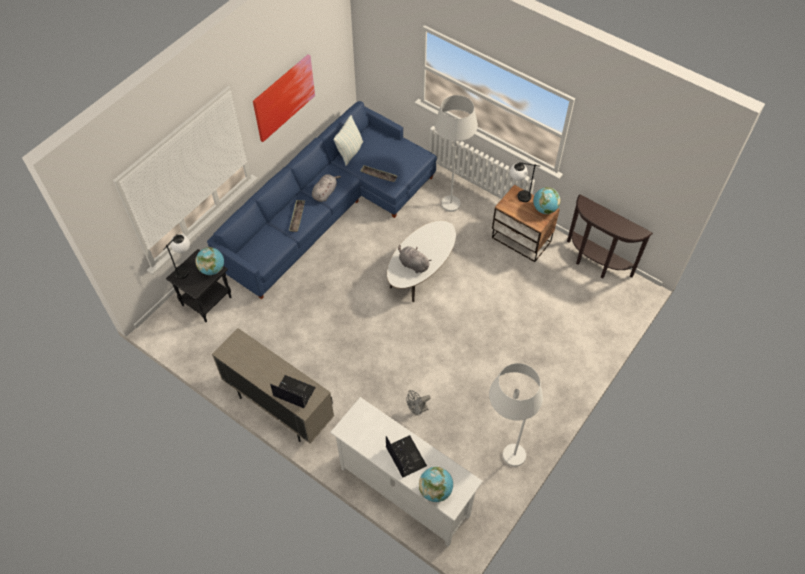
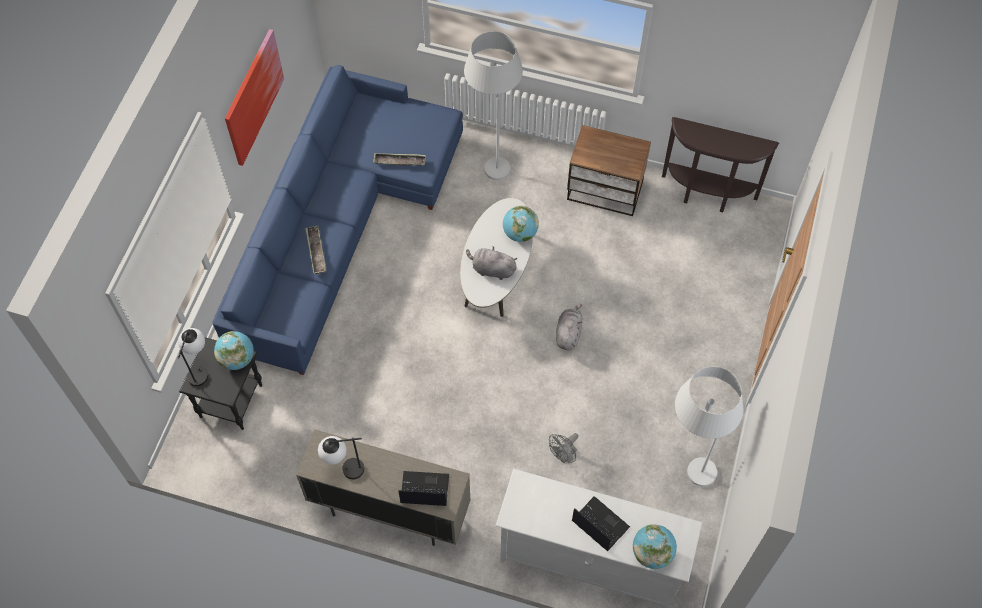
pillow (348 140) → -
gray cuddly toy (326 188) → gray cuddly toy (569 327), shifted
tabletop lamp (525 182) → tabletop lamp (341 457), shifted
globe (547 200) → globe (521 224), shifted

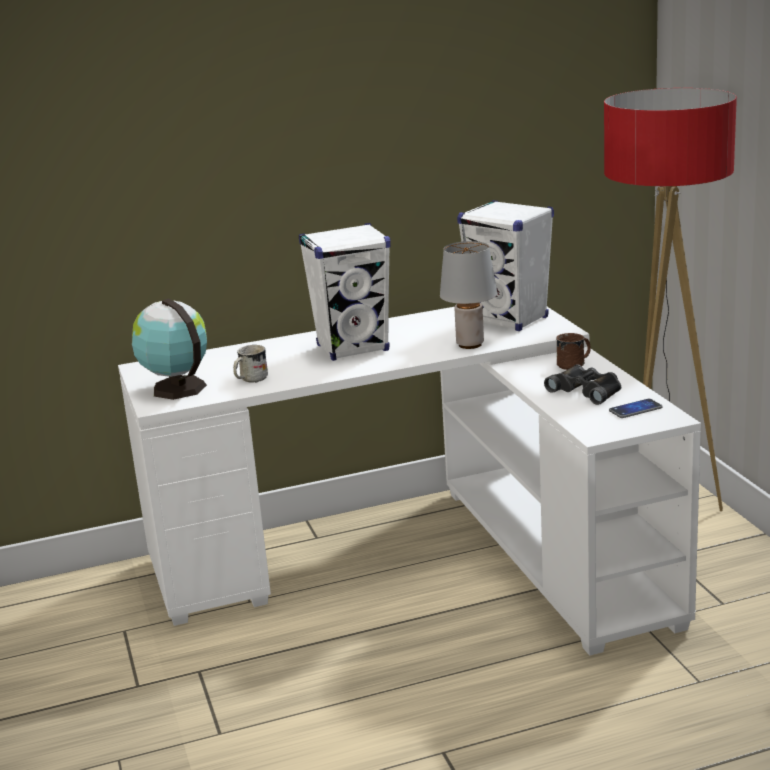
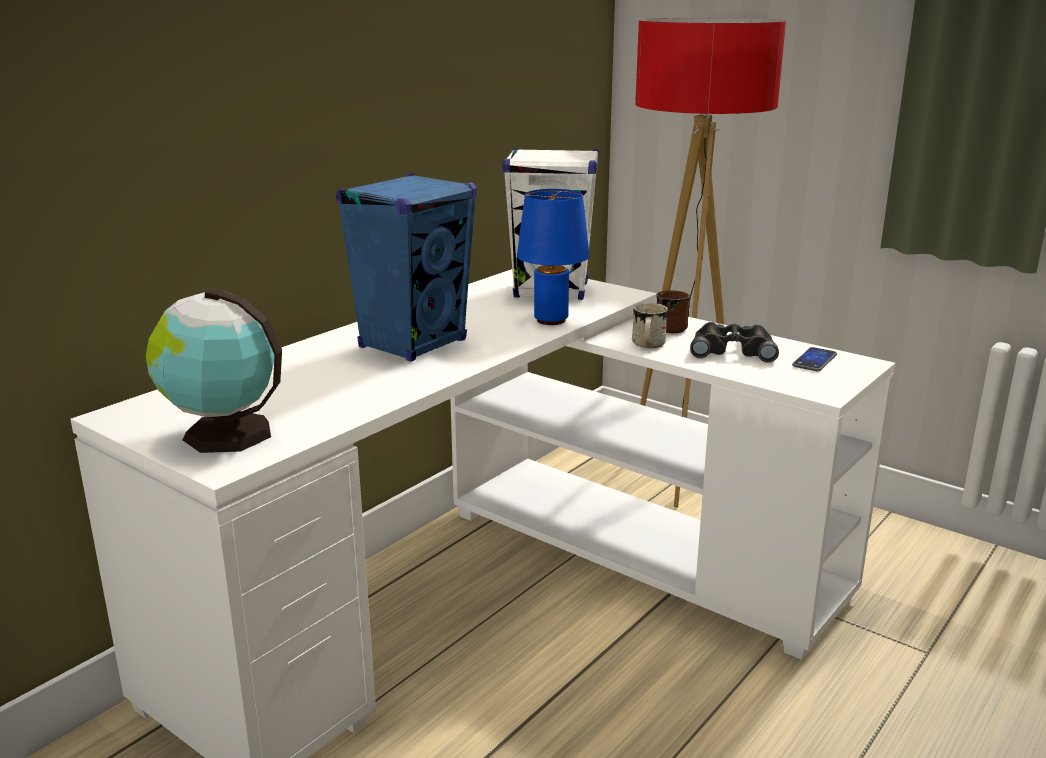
white-coloured coffee mug (250 364) → white-coloured coffee mug (650 325), shifted
white-coloured loudspeaker (345 292) → bluish loudspeaker (406 267)
gray tabletop lamp (468 295) → bluish tabletop lamp (553 257)

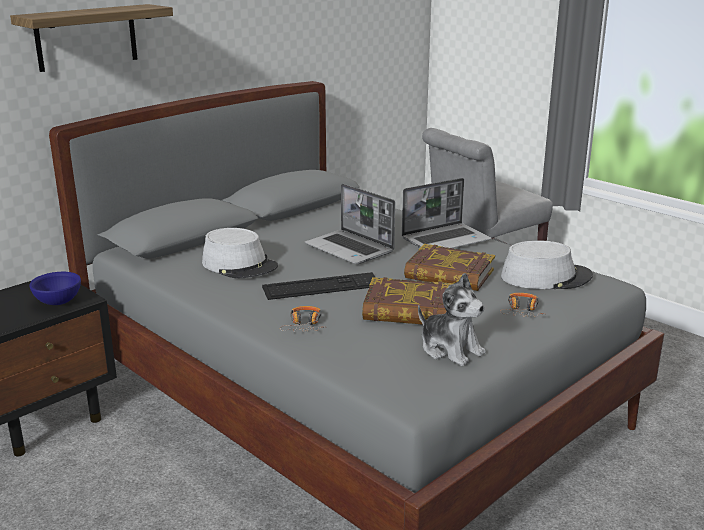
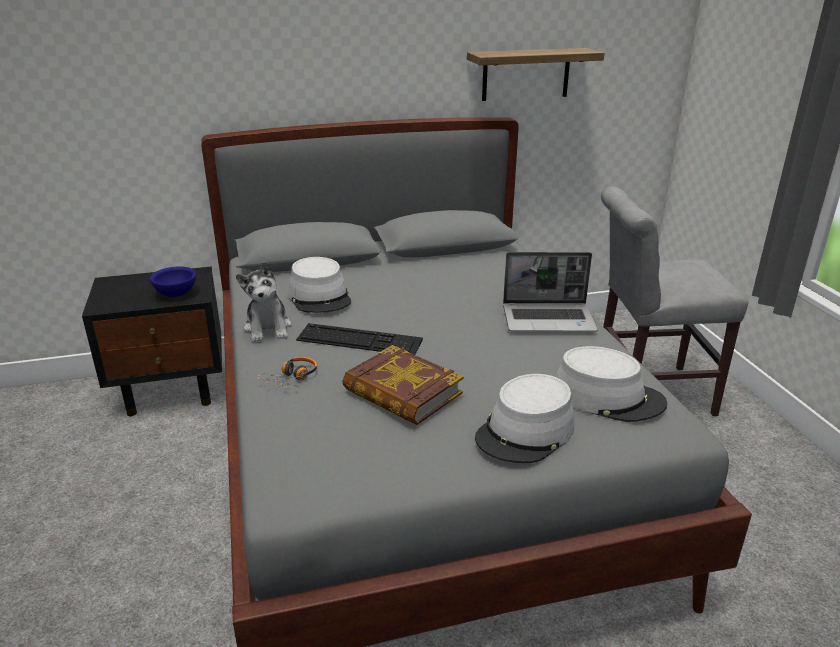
portable computer (349 224) → -
book (449 267) → -
shelf (91 38) → shelf (536 74), shifted
cuddly toy (452 319) → cuddly toy (264 302), shifted
headphones (522 305) → gray clothing hat (525 418)

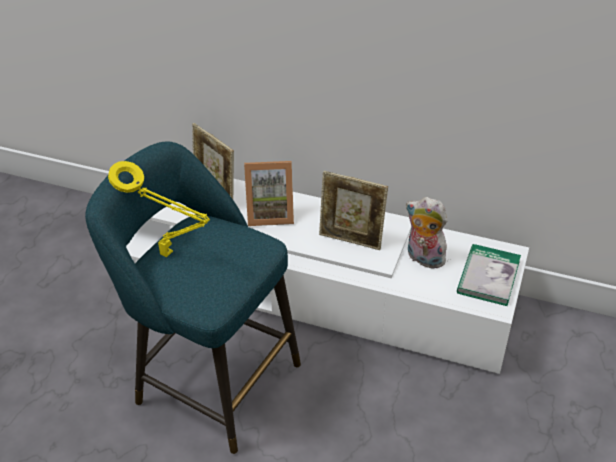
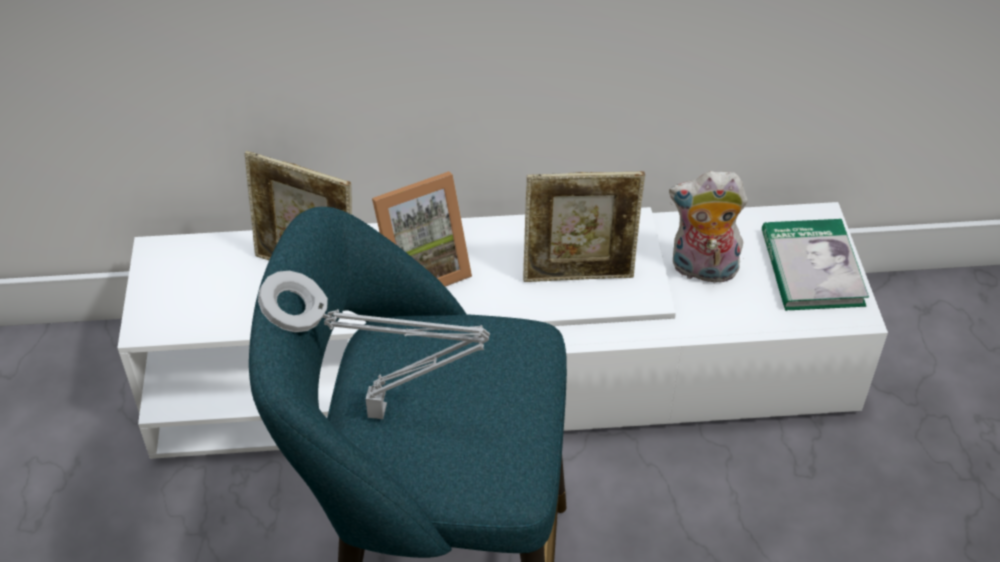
yellow tabletop lamp (159 209) → gray tabletop lamp (374 345)

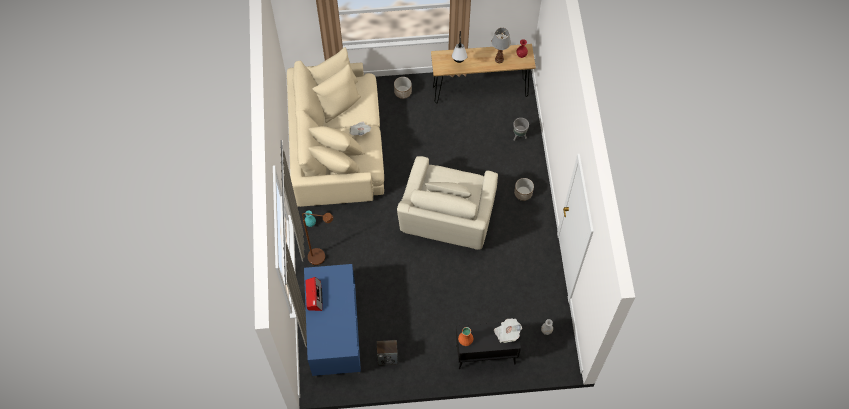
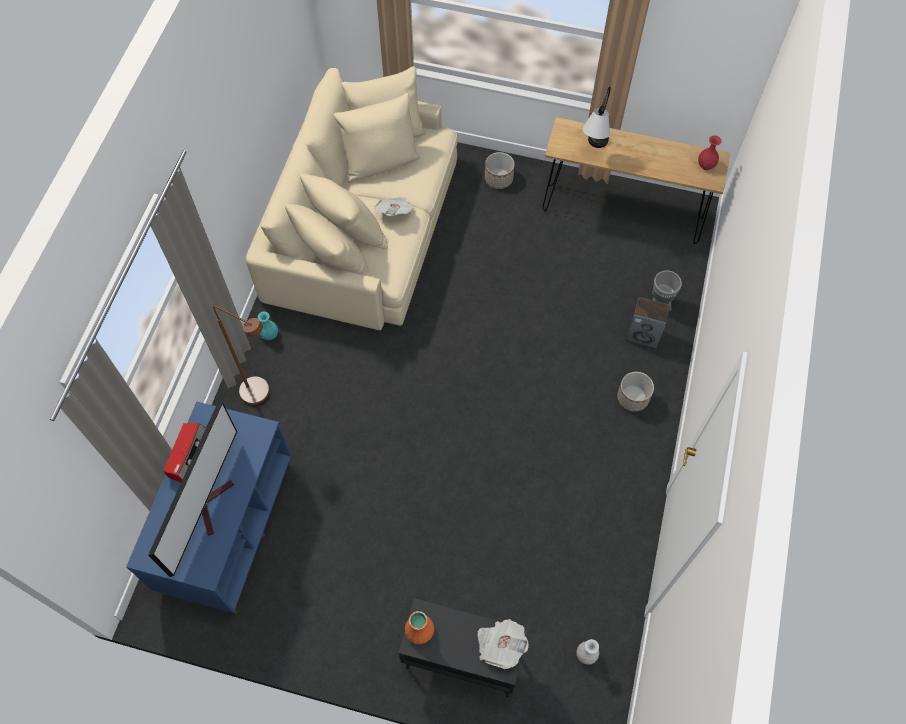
sand-coloured armchair (447 203) → -
tabletop lamp (501 45) → -
- → TV set (192 487)
loudspeaker (387 352) → loudspeaker (648 322), shifted

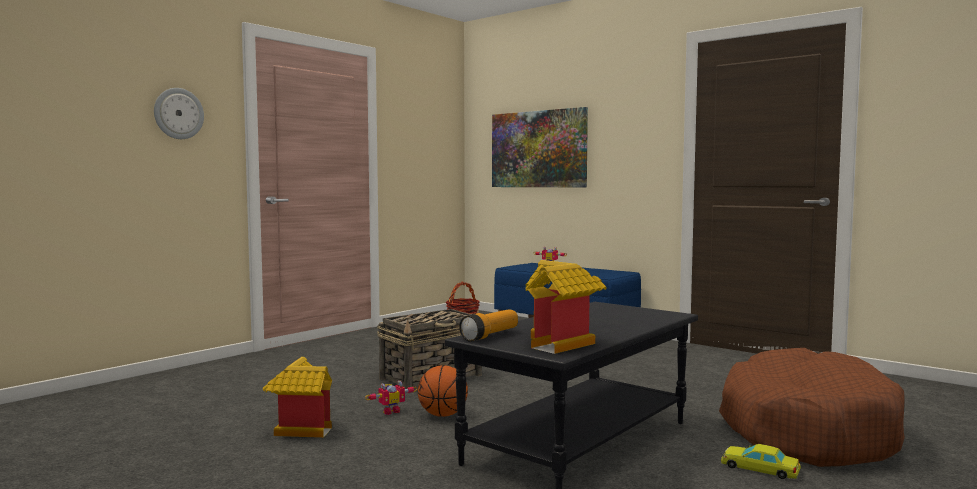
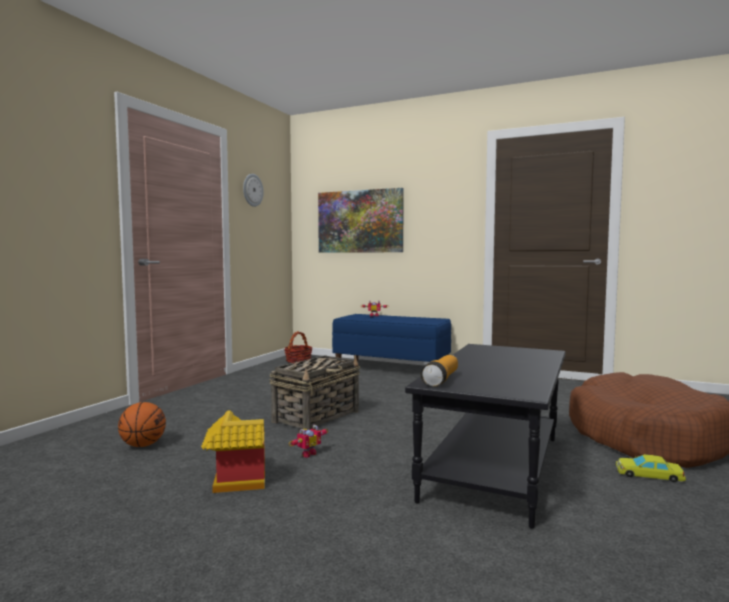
model house (566 307) → -
clock on the wall (179 113) → clock on the wall (253 190), shifted
basketball ball (443 391) → basketball ball (142 424), shifted

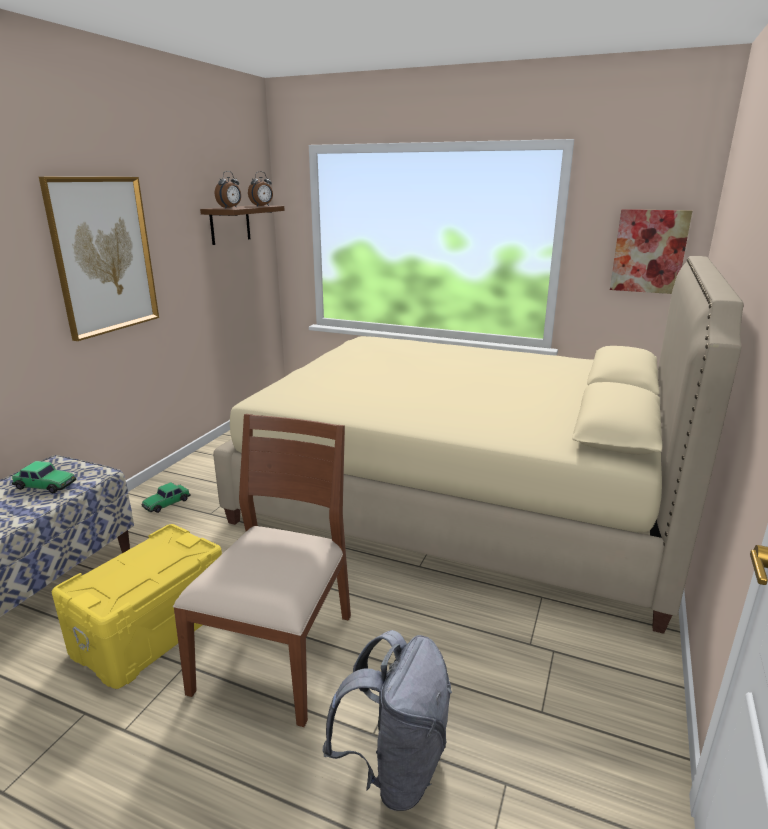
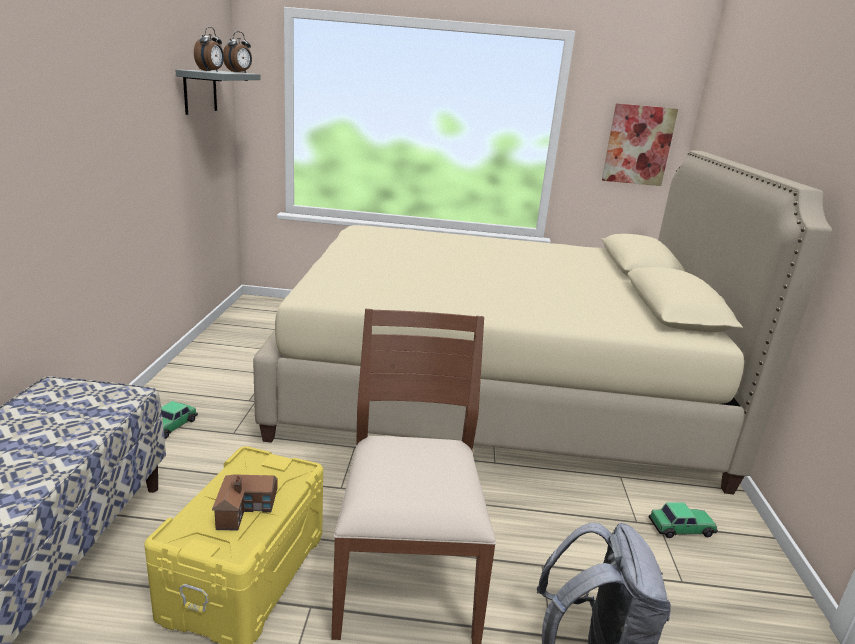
picture (99 259) → -
- → model house (245 502)
toy car (44 477) → toy car (683 520), shifted
brown-coloured shelf (242 225) → gray shelf (218 92)

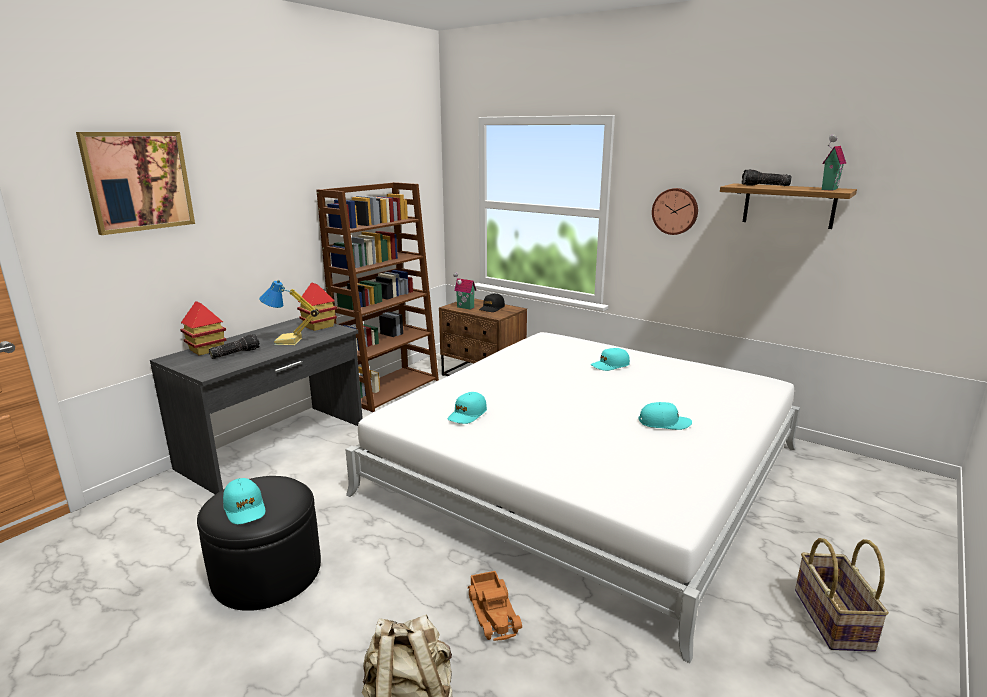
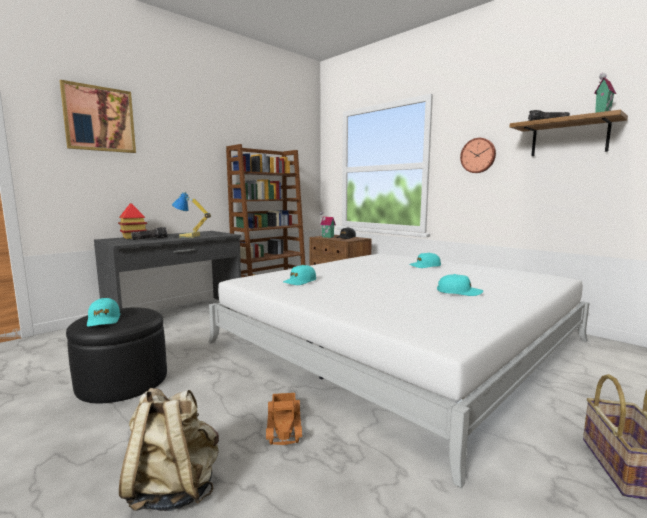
model house (317 306) → -

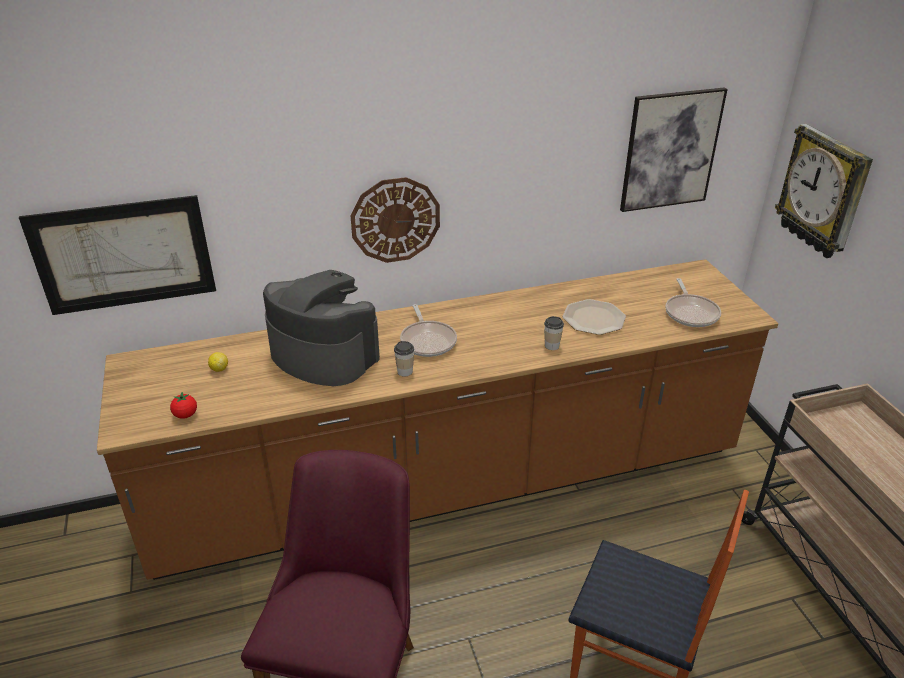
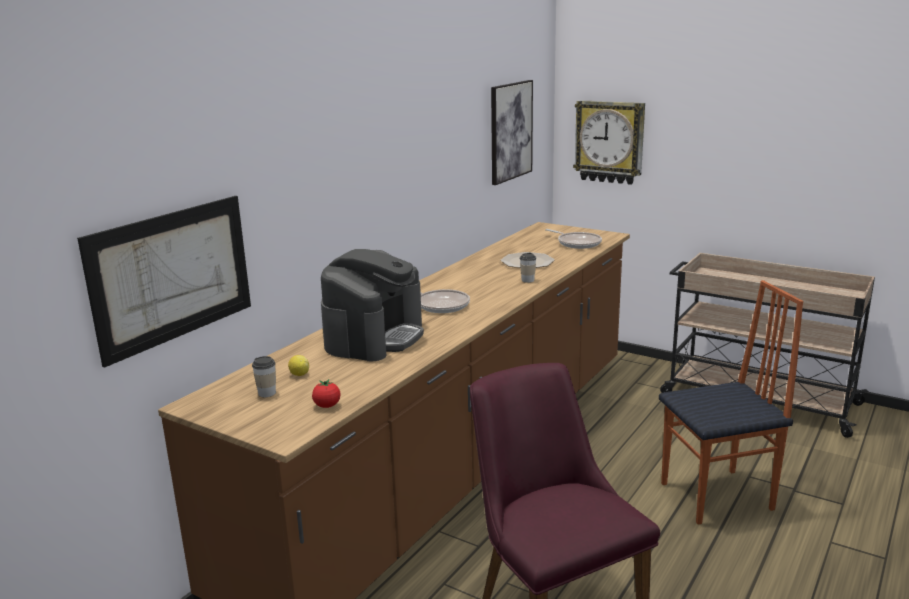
clock on the wall (395 220) → -
drinking cup (404 359) → drinking cup (264 376), shifted
coffee machine (321 328) → coffee machine (372 305), 120 degrees clockwise

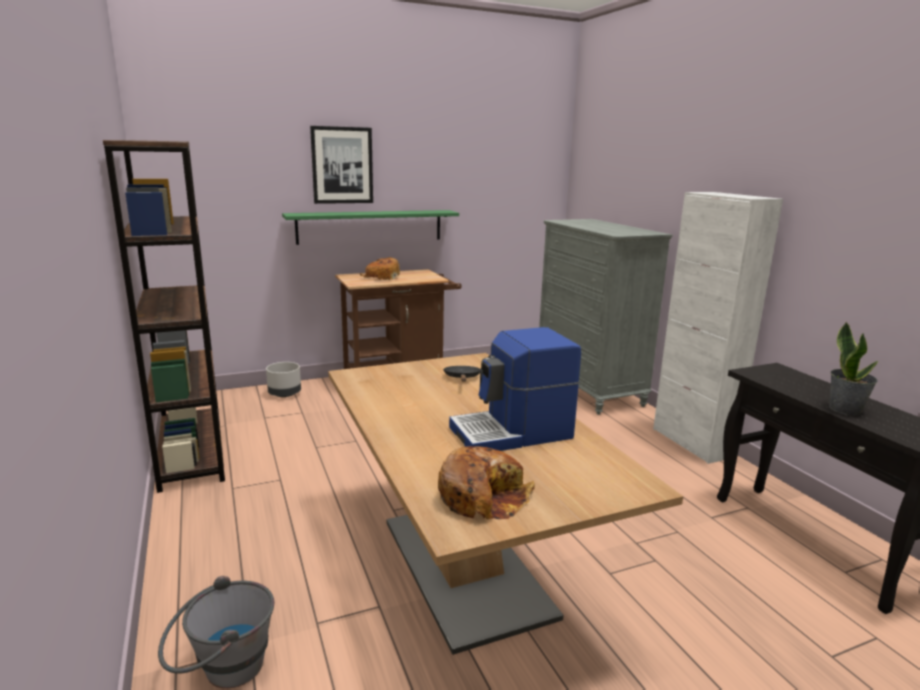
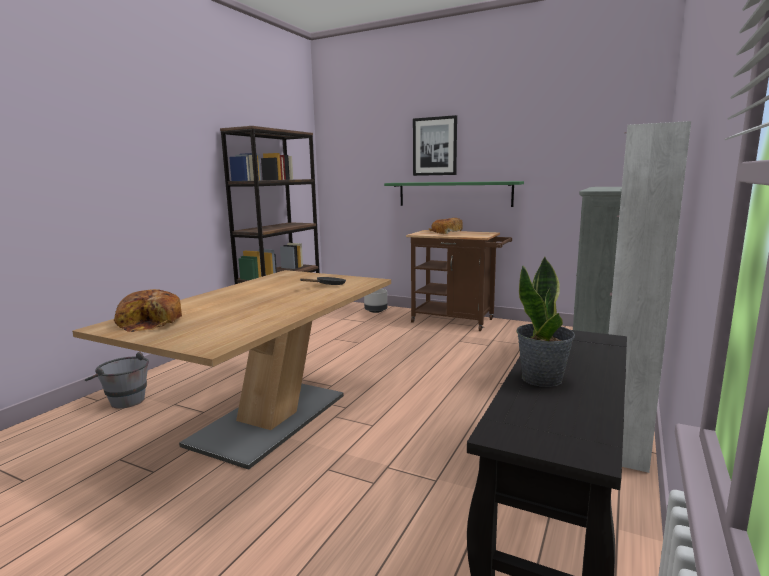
coffee machine (515 389) → -

